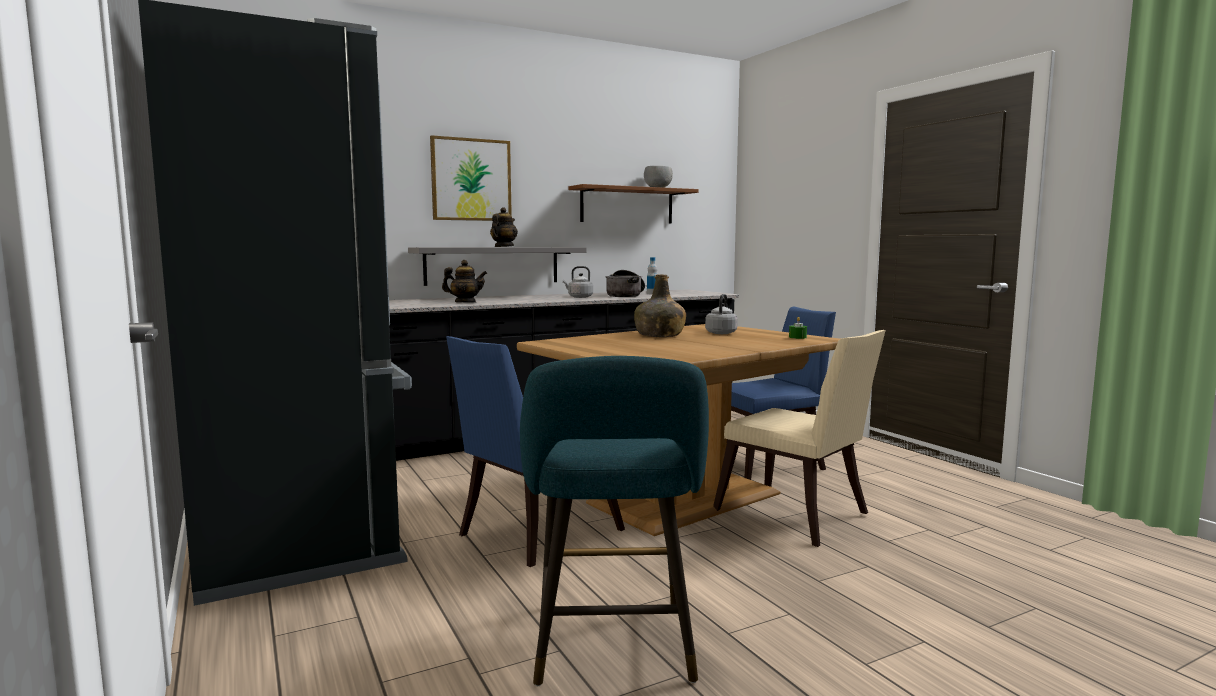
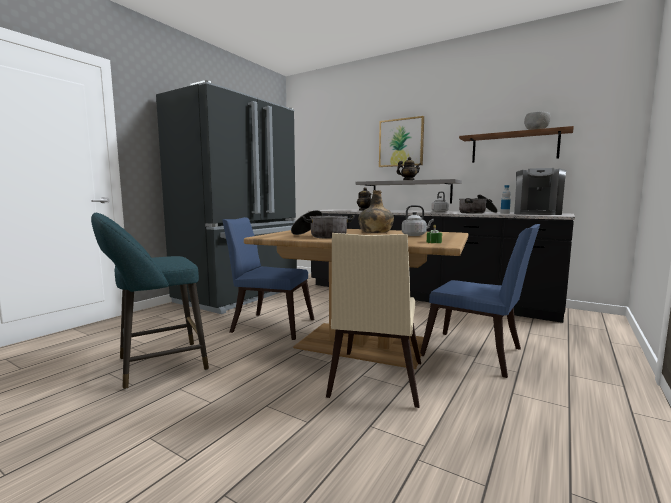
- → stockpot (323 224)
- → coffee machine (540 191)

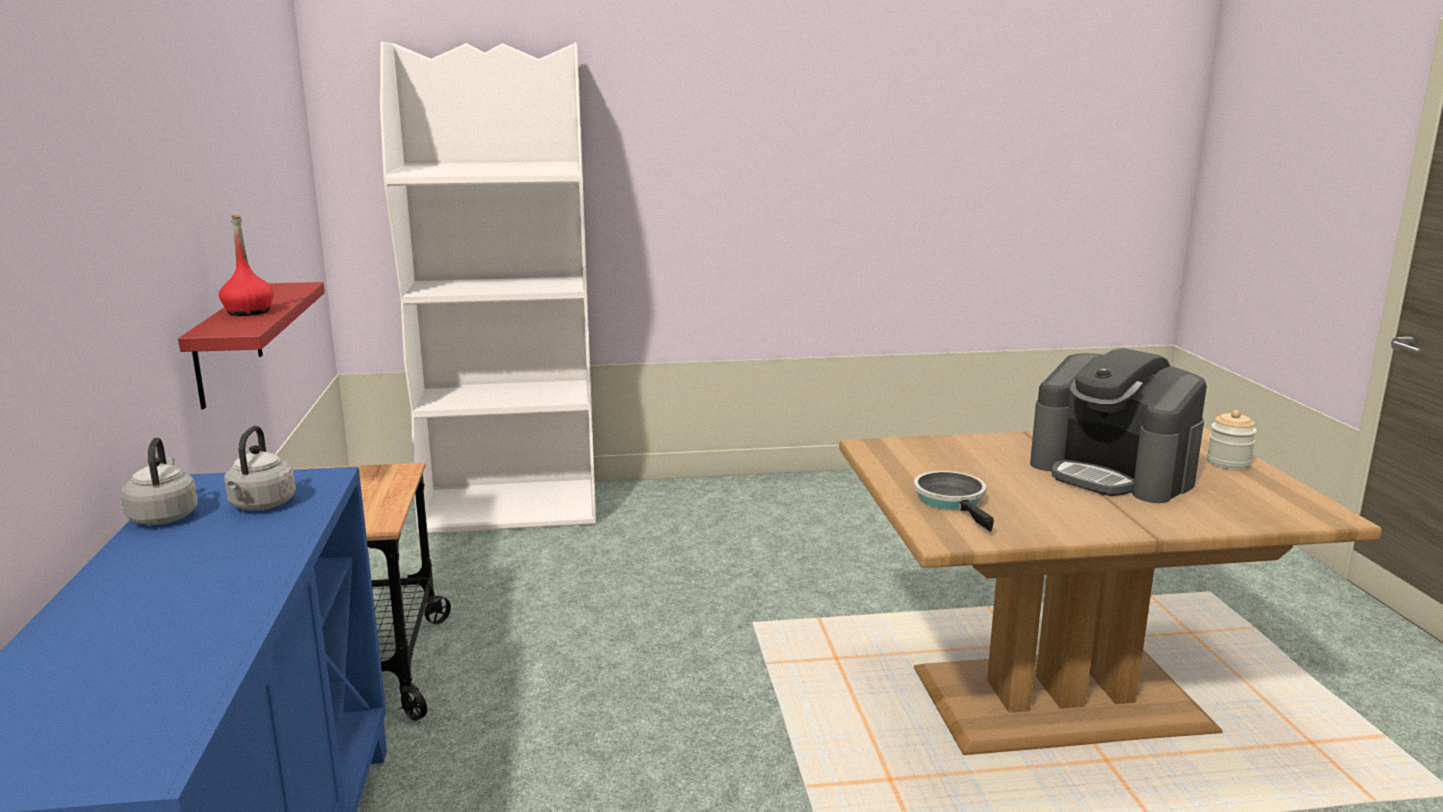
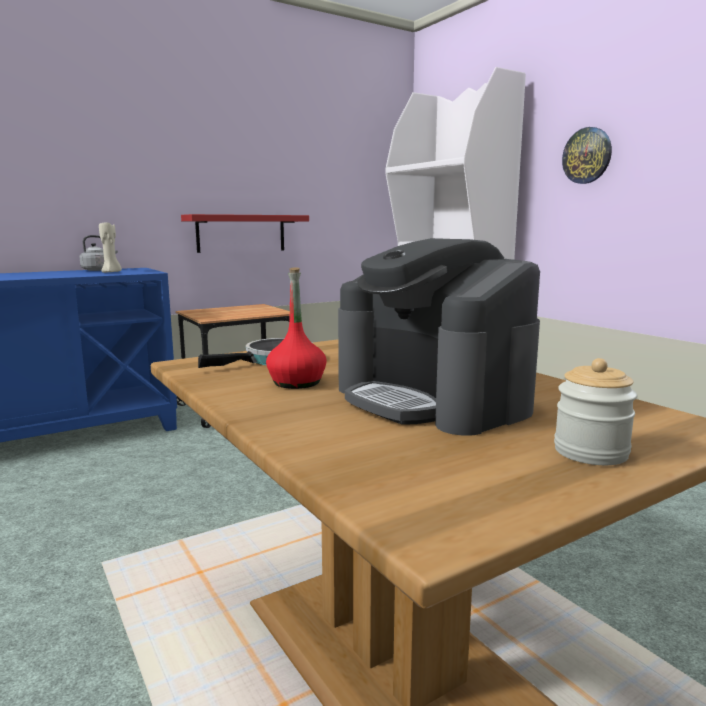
- → clock on the wall (587 155)
red drink bottle (246 265) → red drink bottle (296 328), shifted
gray tea kettle (260 468) → sand-coloured wax candle (110 247)
coffee machine (1118 425) → coffee machine (439 337), 60 degrees counterclockwise

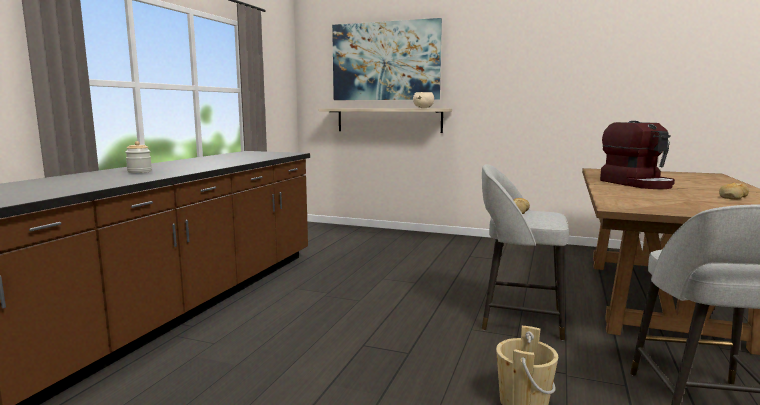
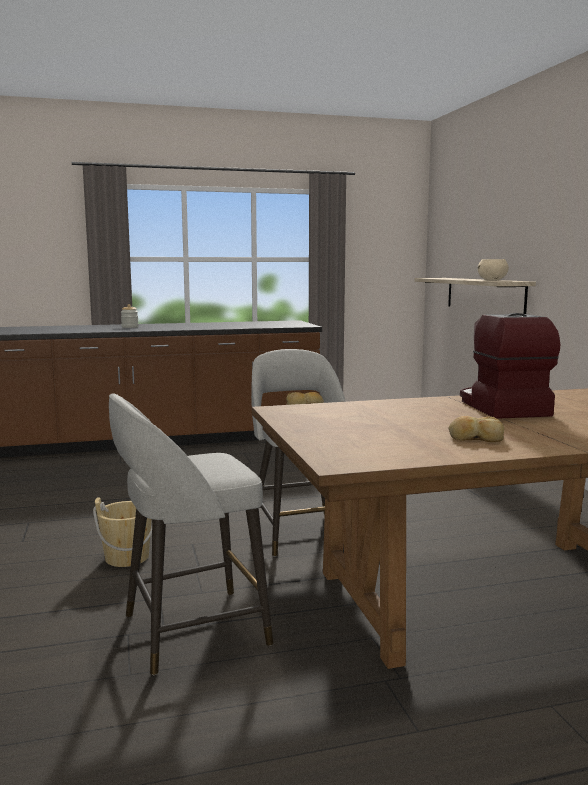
picture (387 59) → -
coffee machine (637 155) → coffee machine (510 366), 135 degrees clockwise

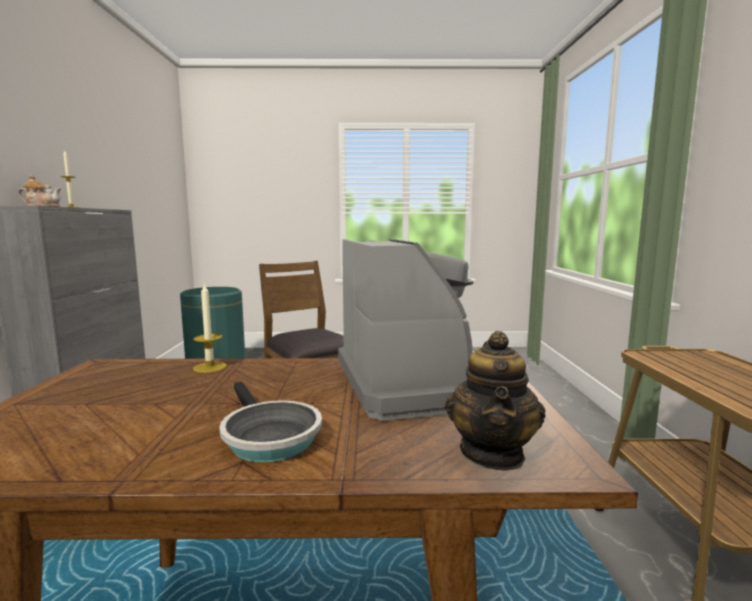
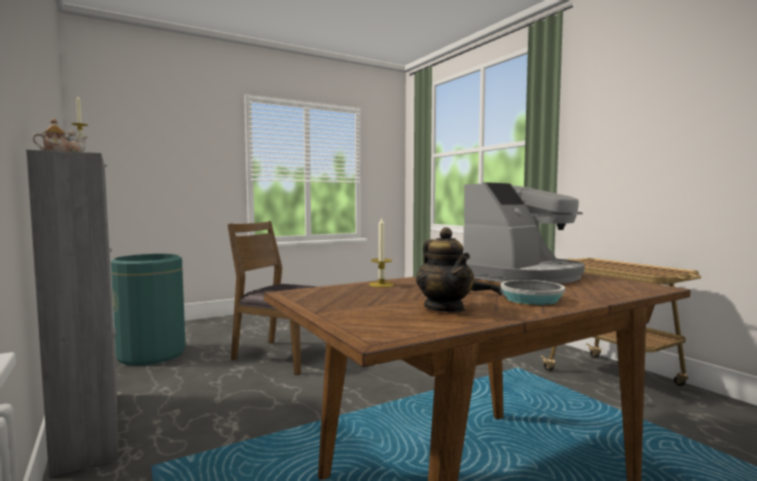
teapot (495 401) → teapot (445 269), shifted
coffee machine (408 330) → coffee machine (524 233), 90 degrees clockwise

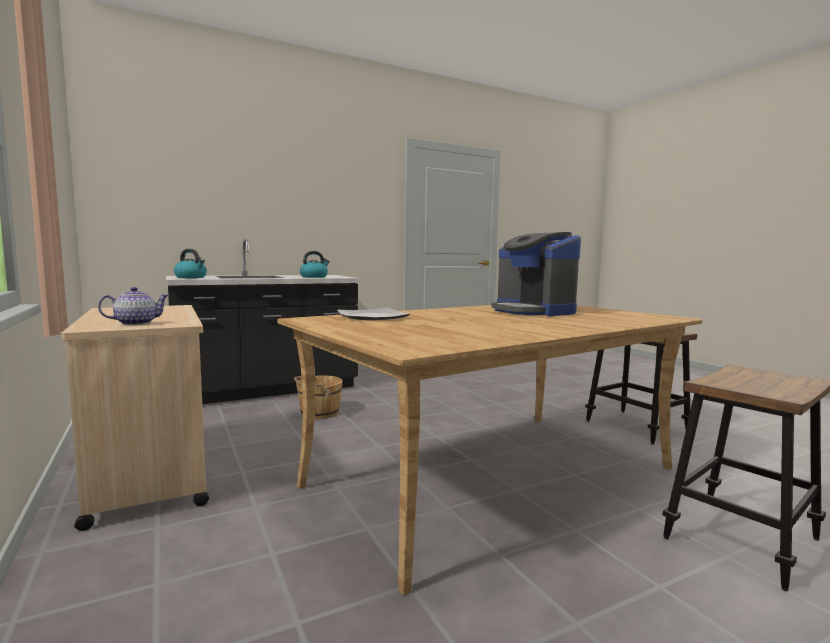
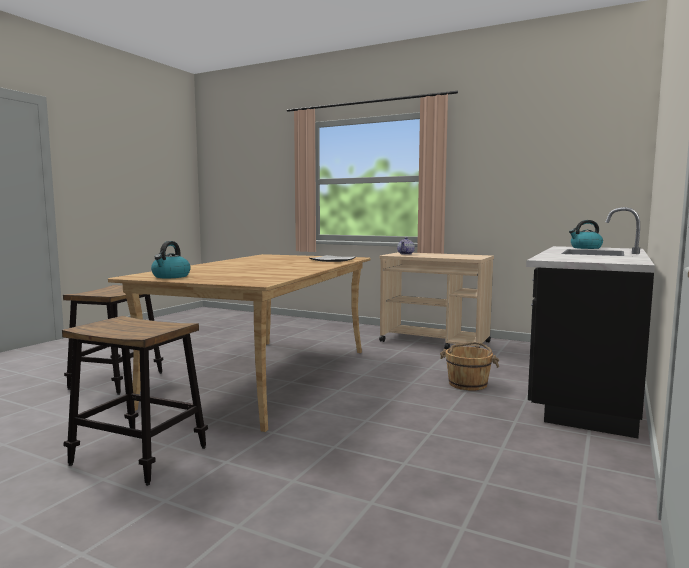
coffee machine (536 274) → -
tea kettle (315 264) → tea kettle (171 259), shifted

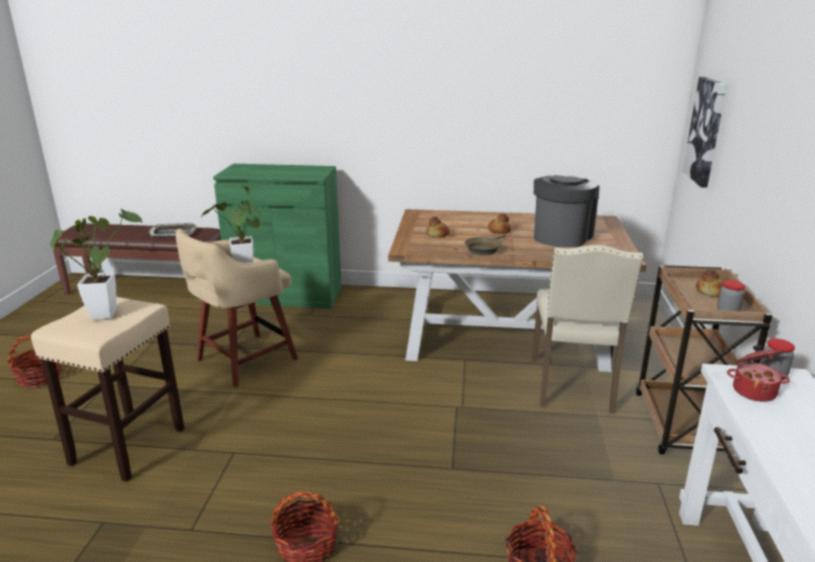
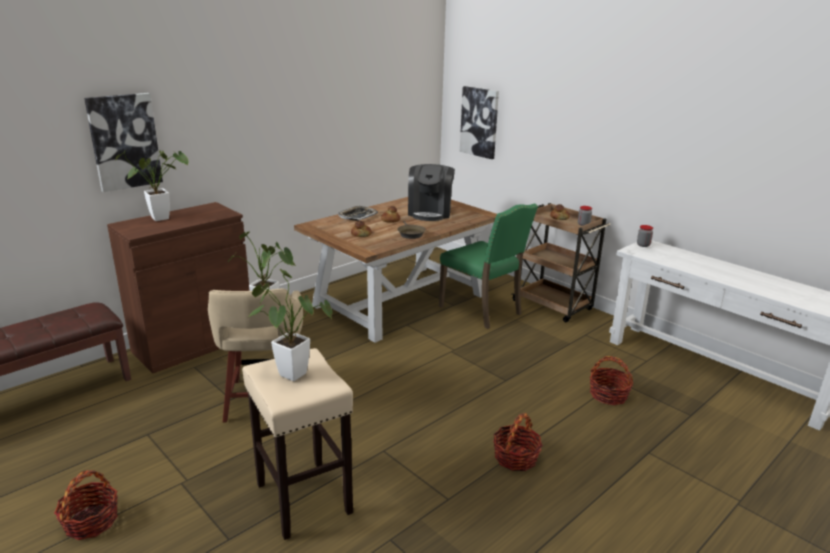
stockpot (758 373) → -
- → picture (123 142)
- → plant in a pot (152 186)
serving tray (173 230) → serving tray (358 213), shifted
green cupboard (277 236) → brown-coloured cupboard (178 287)
sand-coloured upright chair (587 329) → green upright chair (488 266)
coffee machine (566 211) → coffee machine (431 192), 150 degrees counterclockwise

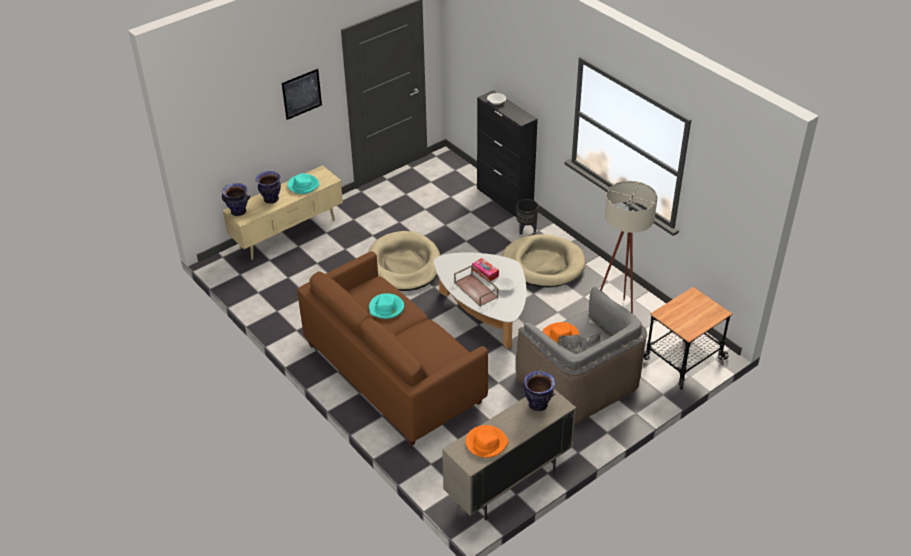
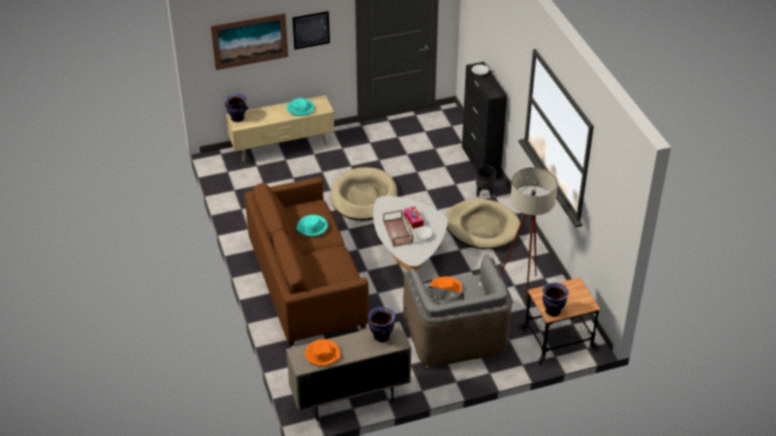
- → picture (249 41)
flower vase (268 187) → flower vase (556 299), shifted

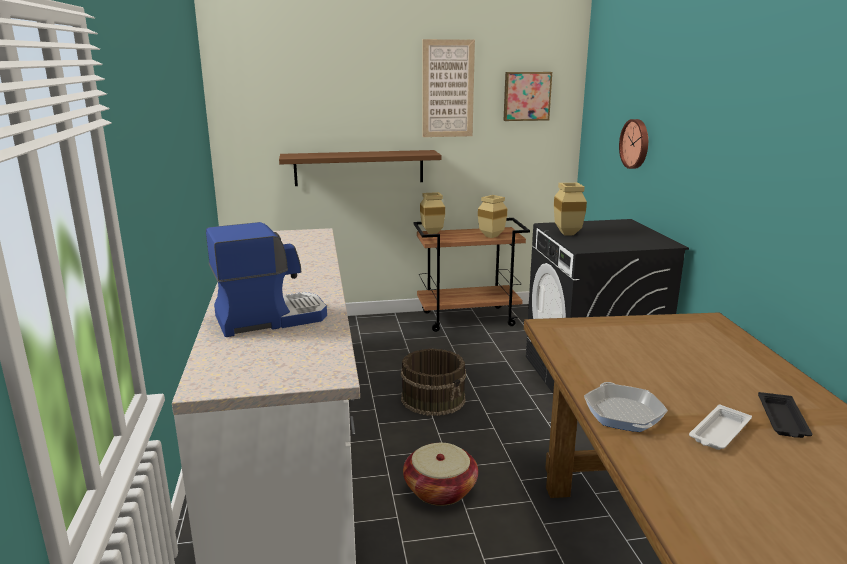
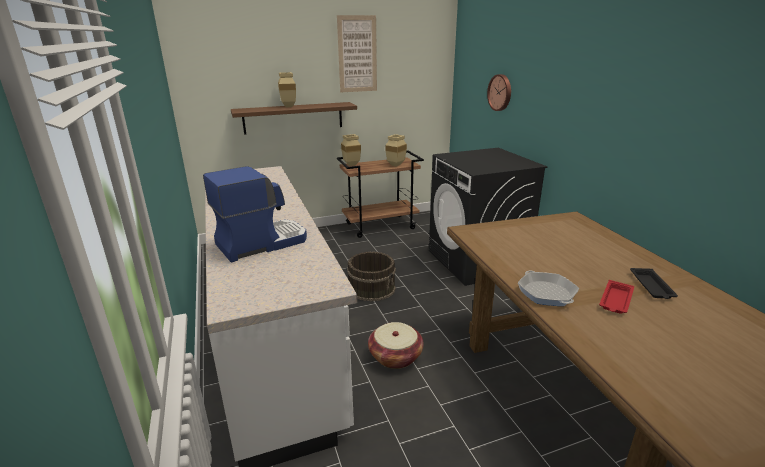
picture (527 96) → -
sand-coloured flower vase (570 209) → sand-coloured flower vase (287 89), shifted
white-coloured serving tray (720 427) → red serving tray (616 297)

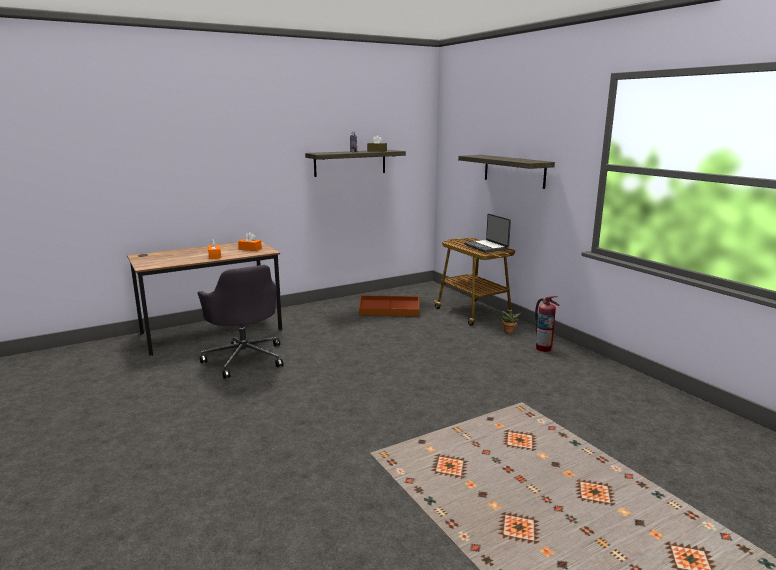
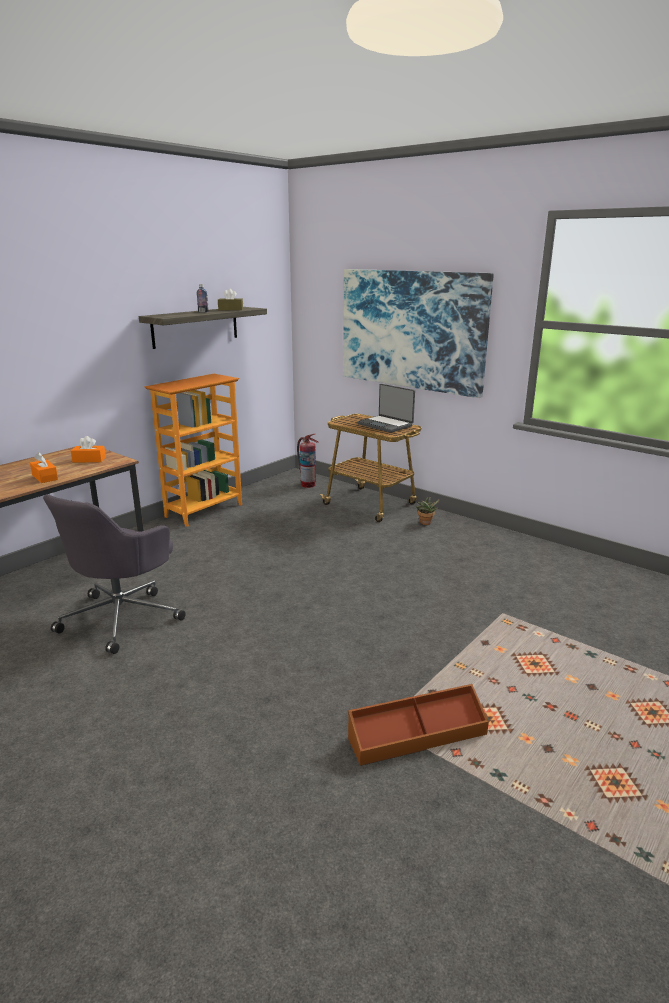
- → bookcase (193 450)
brown-coloured storage box (389 306) → brown-coloured storage box (418 725), shifted
extinguisher (547 324) → extinguisher (307 461), shifted
shelf (506 172) → picture (418 333)
gray computer chair (240 322) → gray computer chair (114 574), 75 degrees clockwise

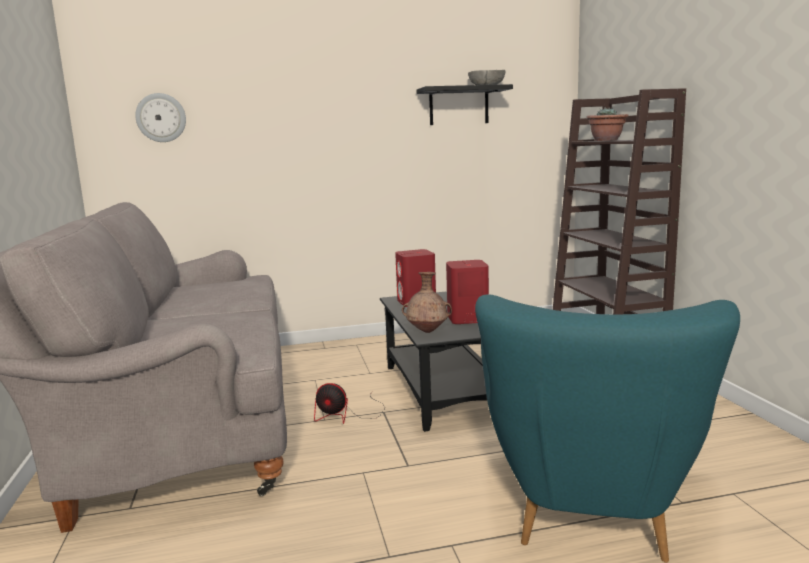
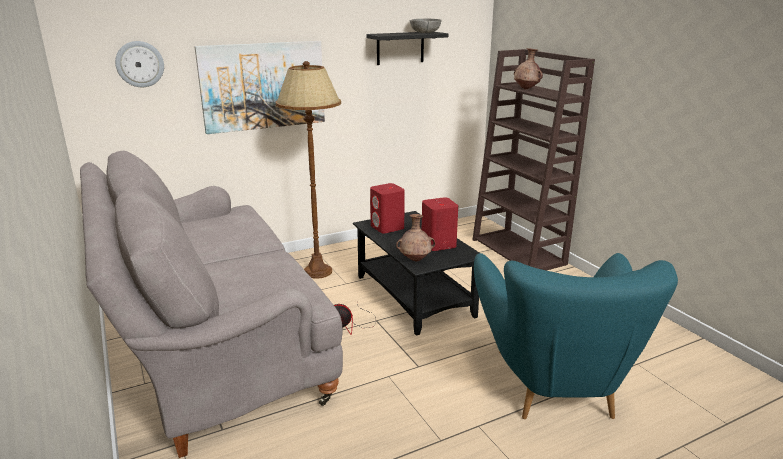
- → picture (260 87)
- → brown-coloured floor lamp (308 170)
plant in a pot (608 124) → brown-coloured flower vase (528 68)

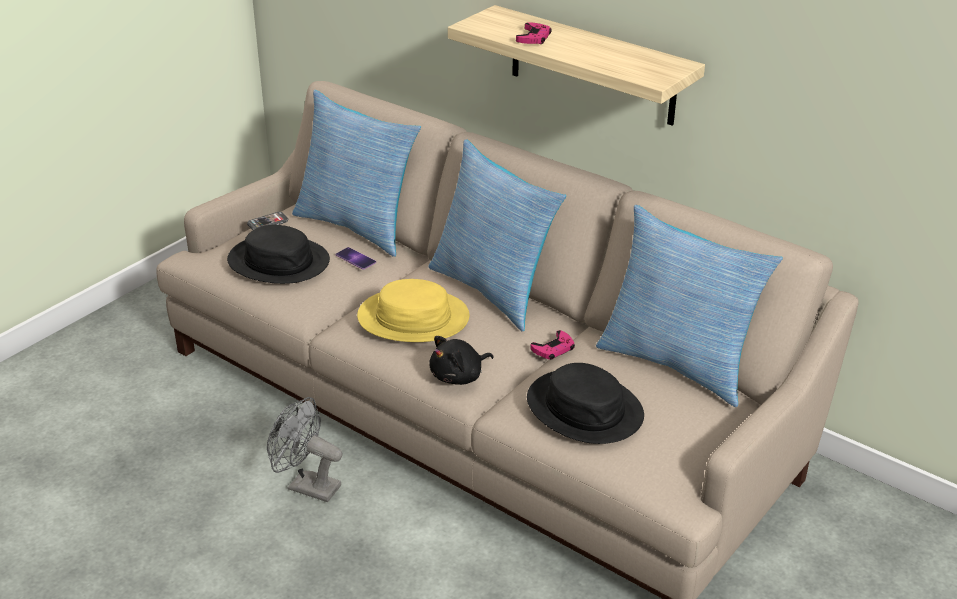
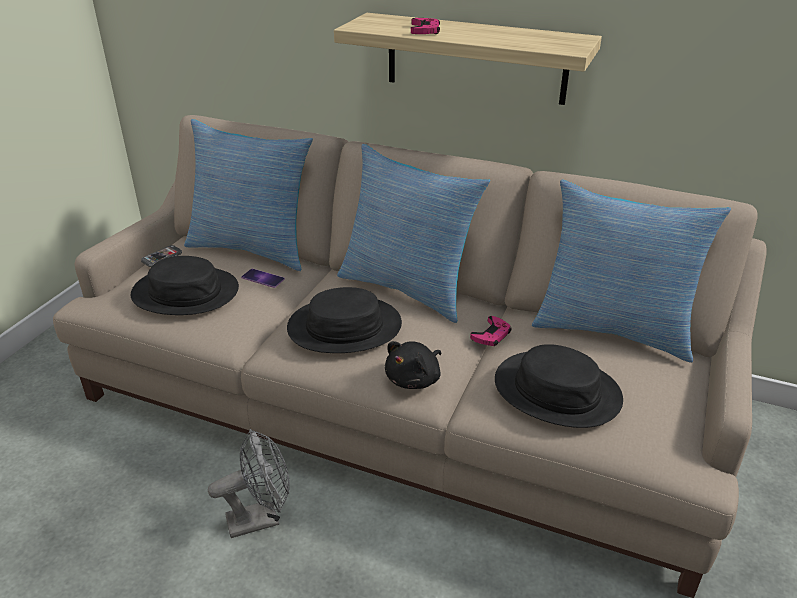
yellow clothing hat (413 310) → black clothing hat (344 320)
gray fan (305 449) → gray fan (249 483), 150 degrees clockwise

